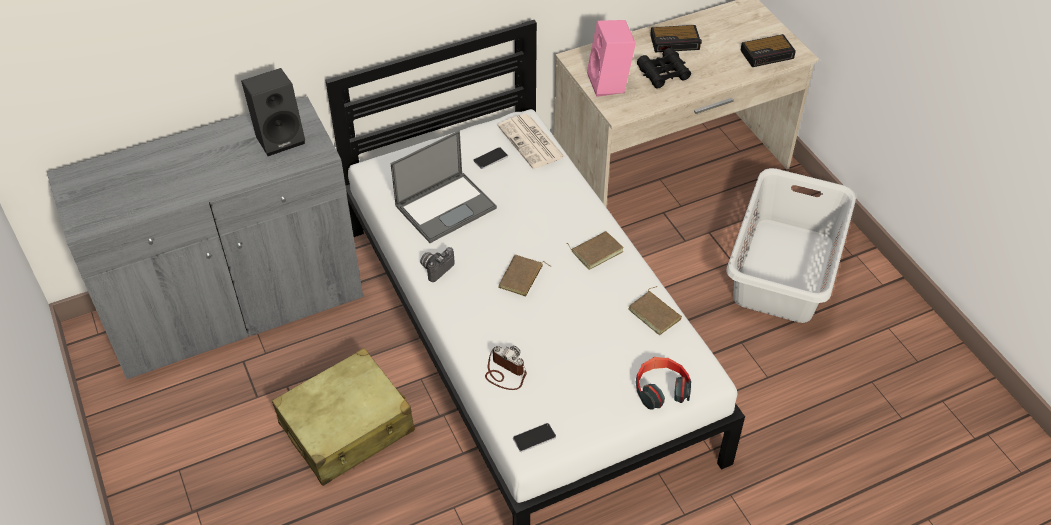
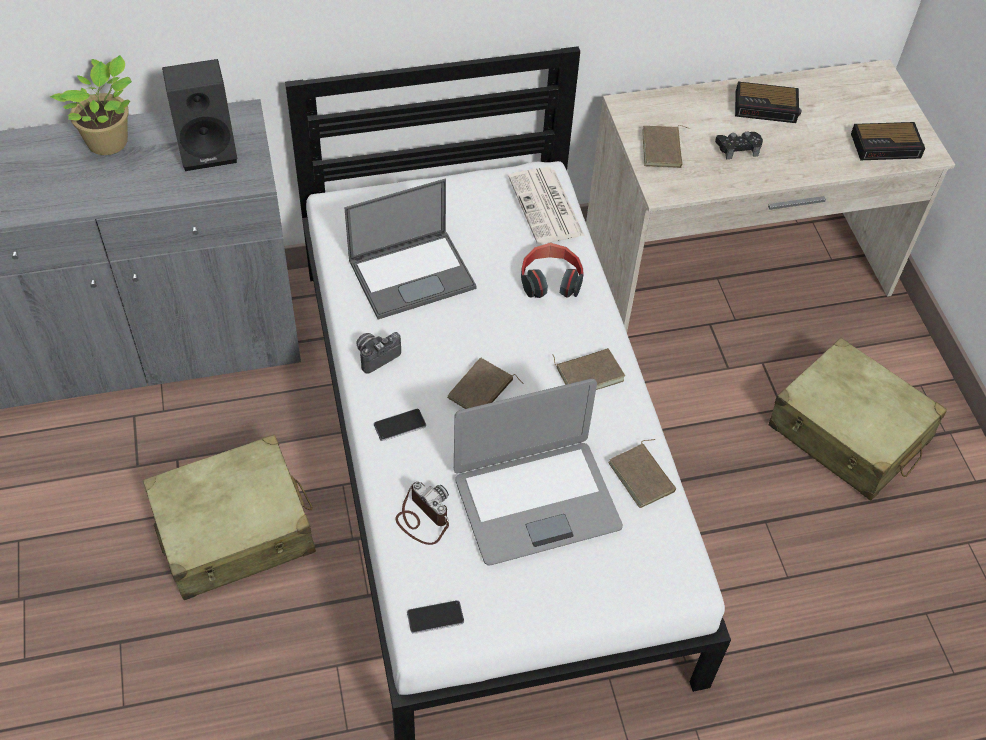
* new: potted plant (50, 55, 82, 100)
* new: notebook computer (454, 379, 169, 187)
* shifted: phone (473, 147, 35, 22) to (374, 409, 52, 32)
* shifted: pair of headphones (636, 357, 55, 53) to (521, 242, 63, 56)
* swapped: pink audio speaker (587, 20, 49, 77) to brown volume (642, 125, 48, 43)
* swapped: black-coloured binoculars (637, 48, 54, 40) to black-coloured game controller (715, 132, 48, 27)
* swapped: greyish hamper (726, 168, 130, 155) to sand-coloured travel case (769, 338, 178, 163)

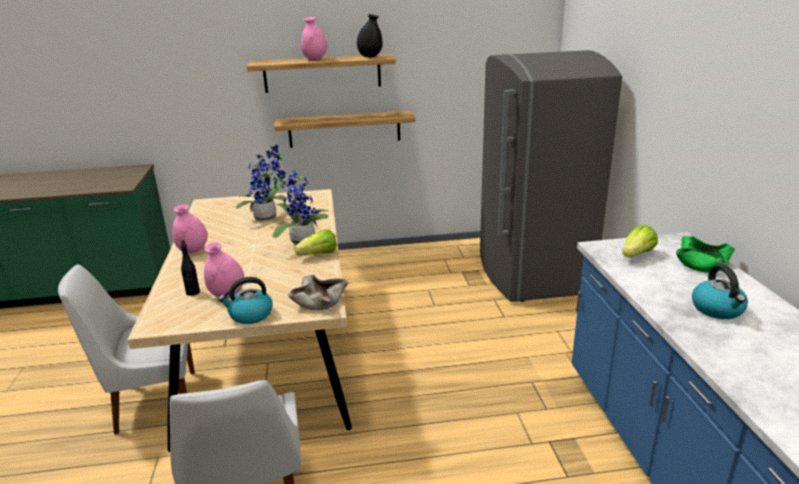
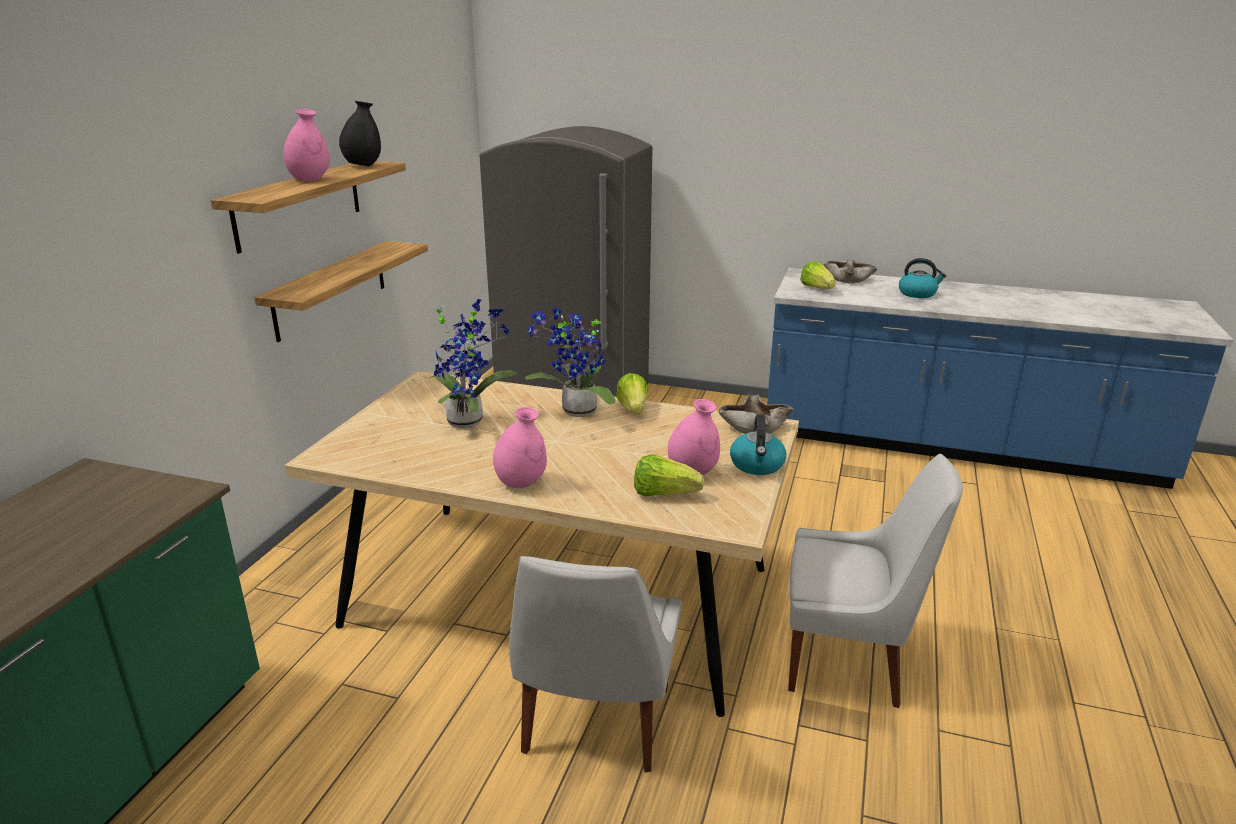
* swapped: black-coloured beverage bottle (180, 239, 20, 57) to head of lettuce (634, 454, 70, 42)
* repainted: greenish deep dish (676, 236, 59, 37) to sand-coloured deep dish (823, 259, 54, 24)

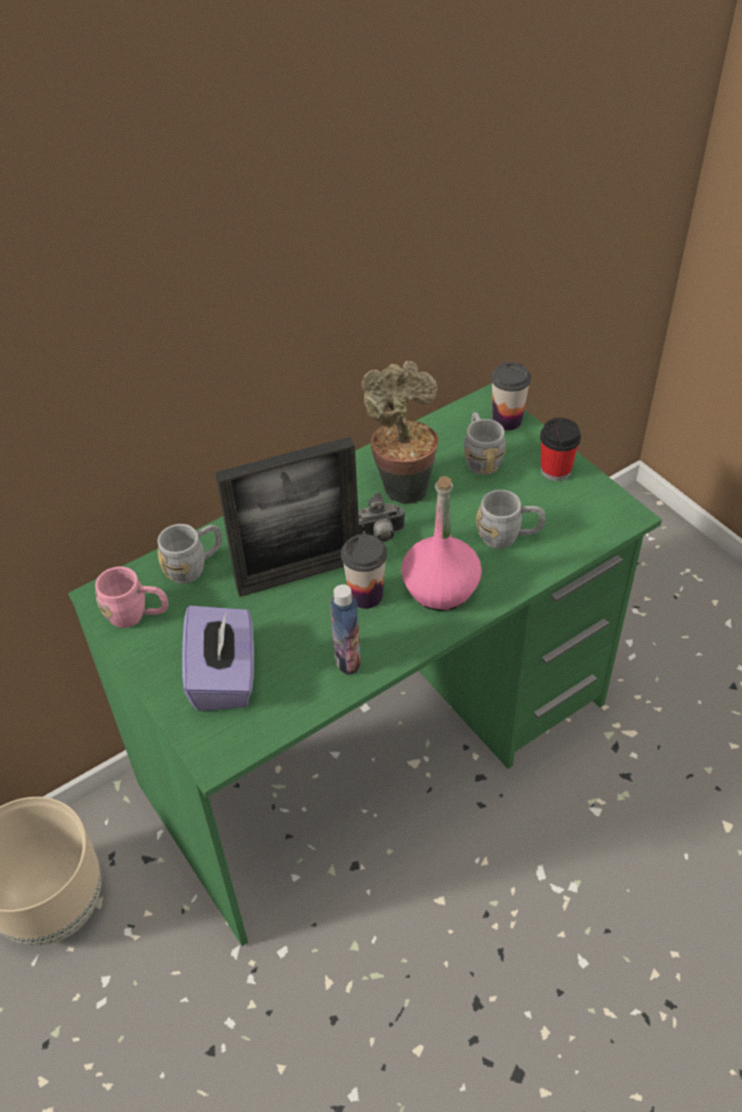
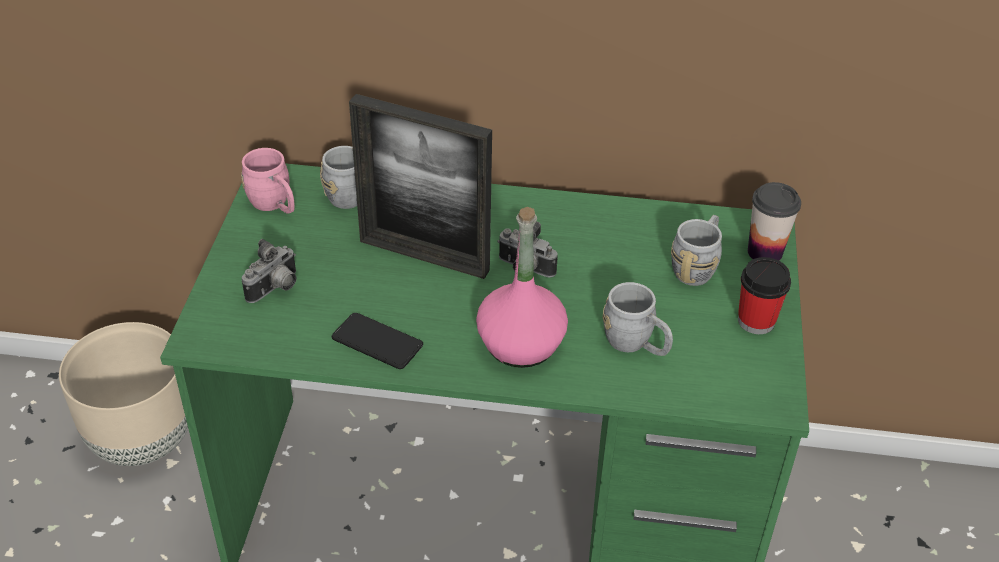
* gone: small cup (341, 534, 46, 75)
* gone: potted plant (361, 361, 77, 143)
* swapped: purplish tissue box (182, 606, 72, 105) to photo camera (242, 239, 55, 64)
* swapped: beverage bottle (330, 584, 31, 91) to phone (332, 313, 91, 56)

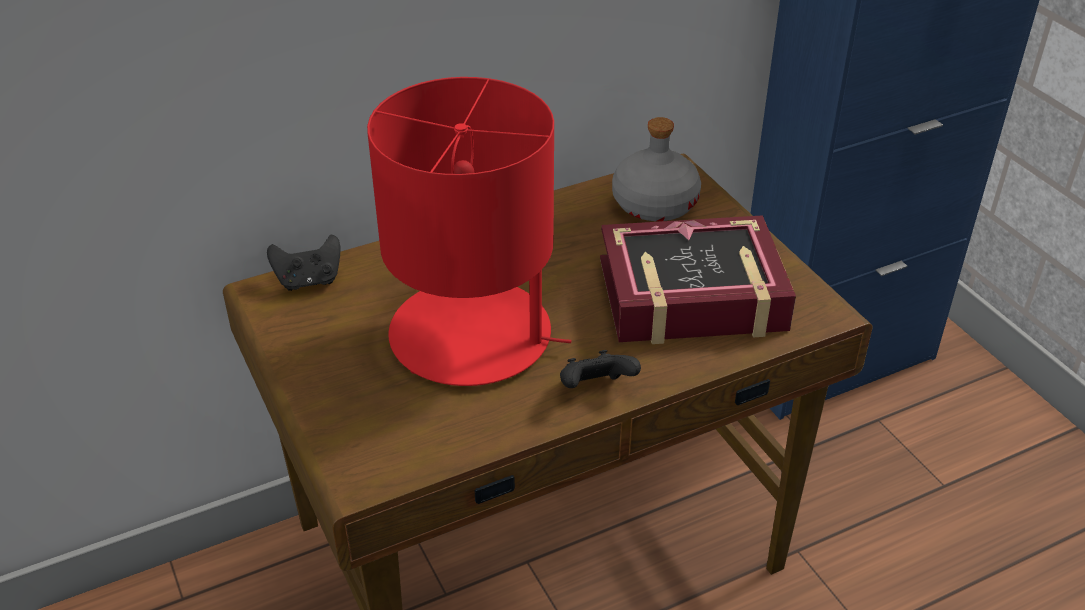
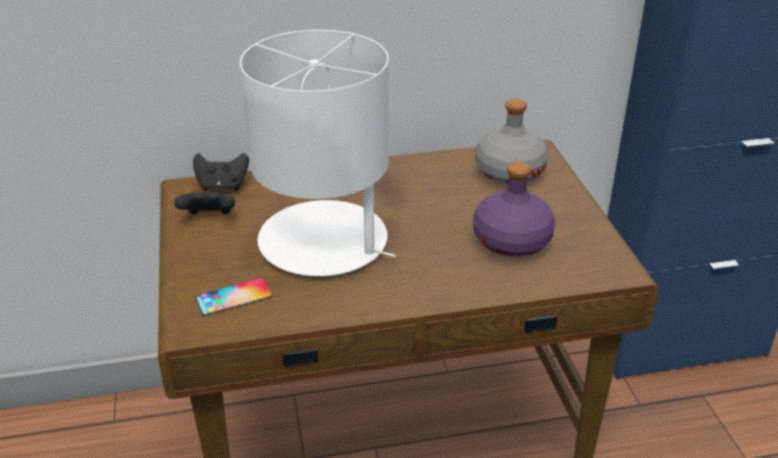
* new: phone (195, 278, 77, 38)
* shifted: black-coloured game controller (560, 350, 81, 38) to (174, 189, 61, 26)
* swapped: volume (600, 215, 196, 129) to purplish beverage bottle (473, 161, 82, 95)
* repainted: red-coloured tabletop lamp (367, 77, 204, 309) to white tabletop lamp (240, 30, 156, 246)

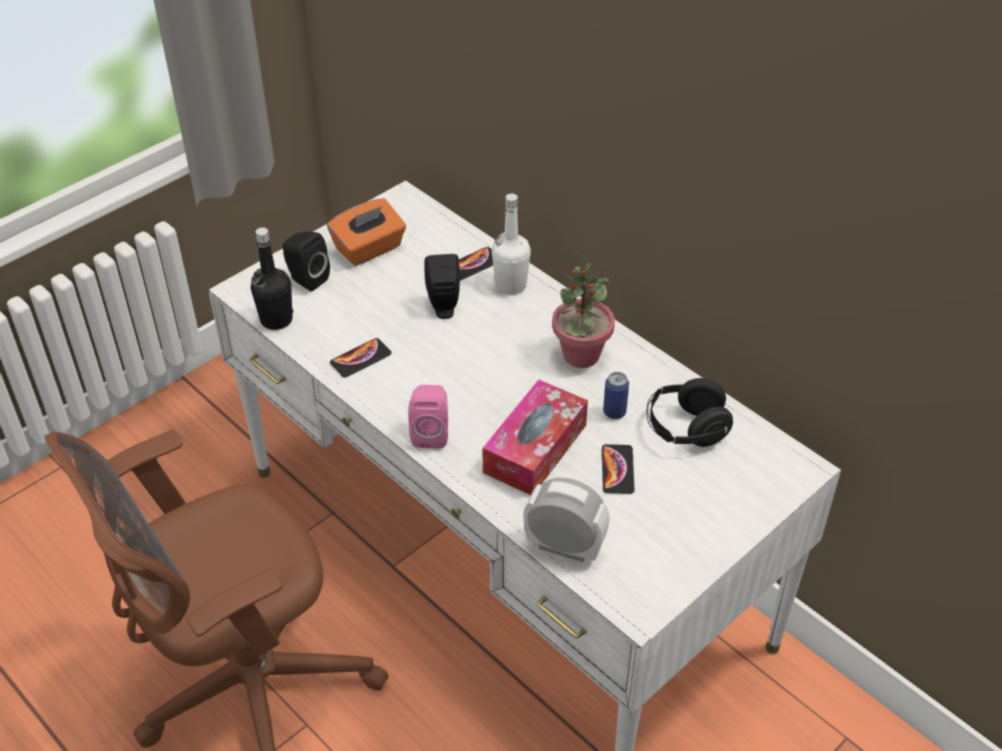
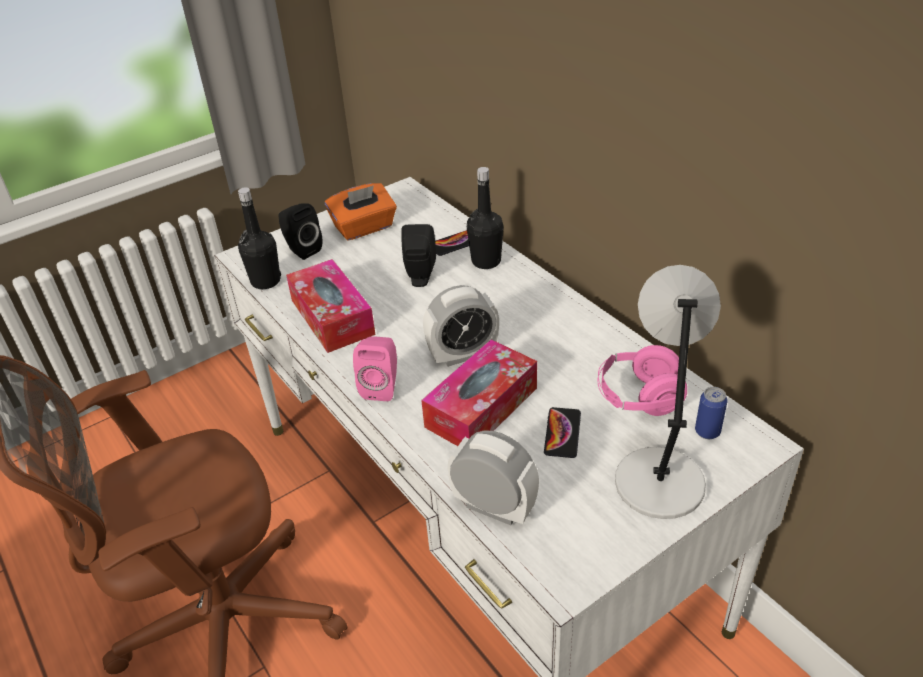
* gone: potted plant (552, 253, 63, 115)
* new: table clock (423, 285, 76, 82)
* new: greyish tabletop lamp (615, 265, 106, 254)
* shifted: sealed can (603, 372, 26, 47) to (695, 387, 33, 52)
* swapped: phone (330, 338, 62, 39) to tissue box (286, 259, 90, 94)
* repainted: white beverage bottle (492, 193, 39, 102) to black-coloured beverage bottle (467, 167, 37, 102)
* repainted: black-coloured pair of headphones (646, 378, 87, 69) to pink pair of headphones (598, 345, 89, 71)

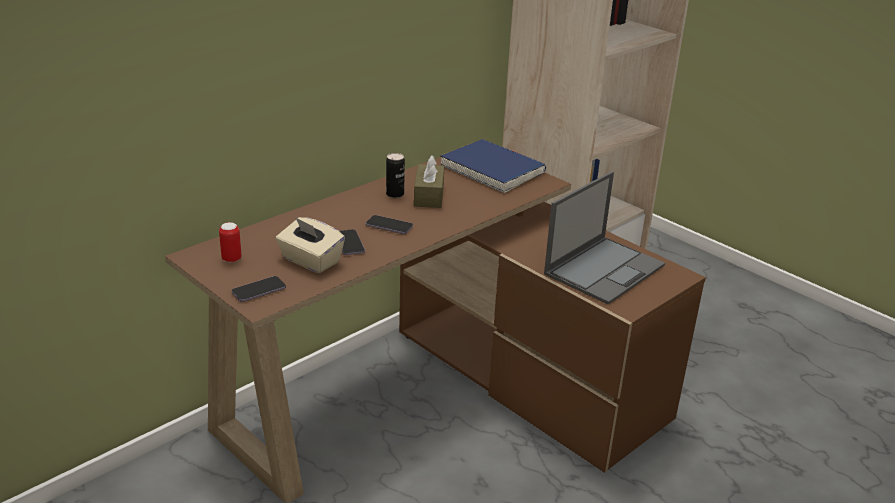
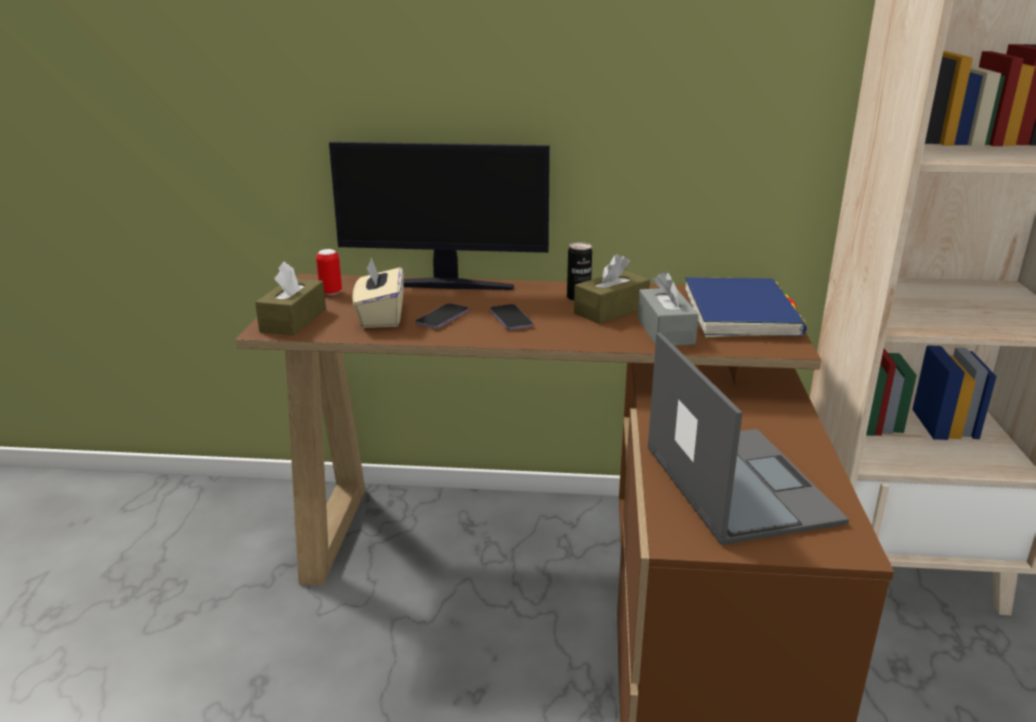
* new: monitor (329, 141, 221, 149)
* new: greyish tissue box (638, 271, 61, 75)
* swapped: phone (231, 276, 55, 26) to brown tissue box (255, 261, 71, 74)
* rotated: notebook computer (544, 171, 121, 134) = (648, 333, 201, 212) 105 degrees counterclockwise

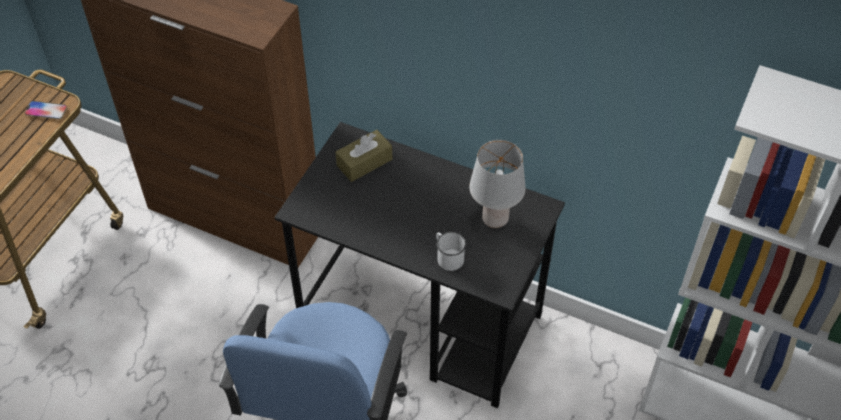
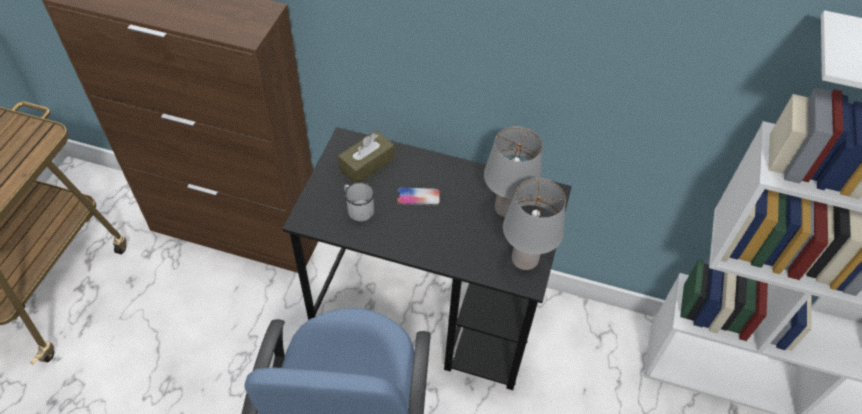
* new: greyish tabletop lamp (503, 178, 63, 92)
* shifted: phone (25, 101, 42, 18) to (397, 187, 43, 18)
* shifted: white tea mug (436, 232, 30, 39) to (344, 182, 30, 39)

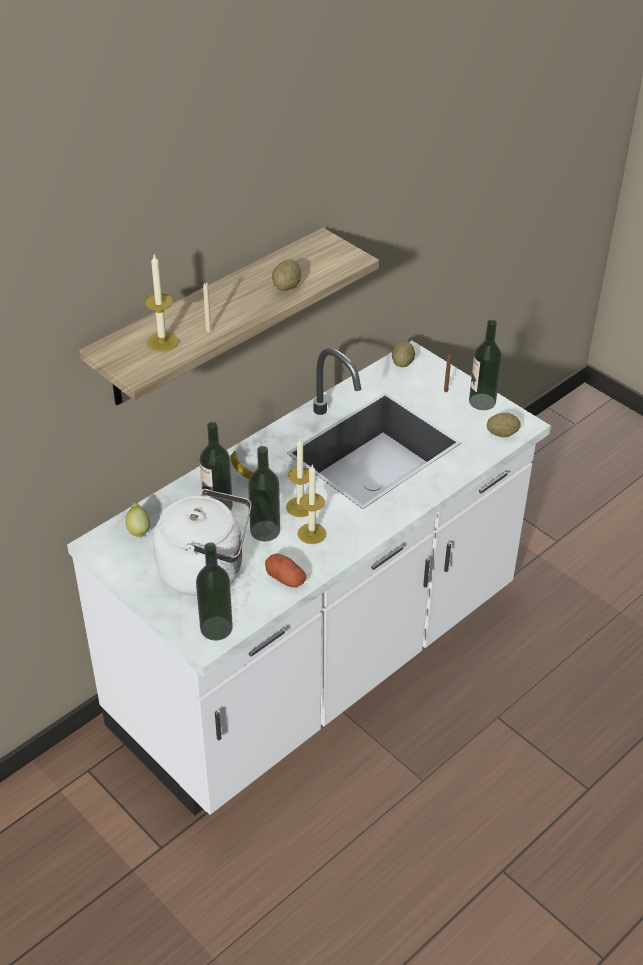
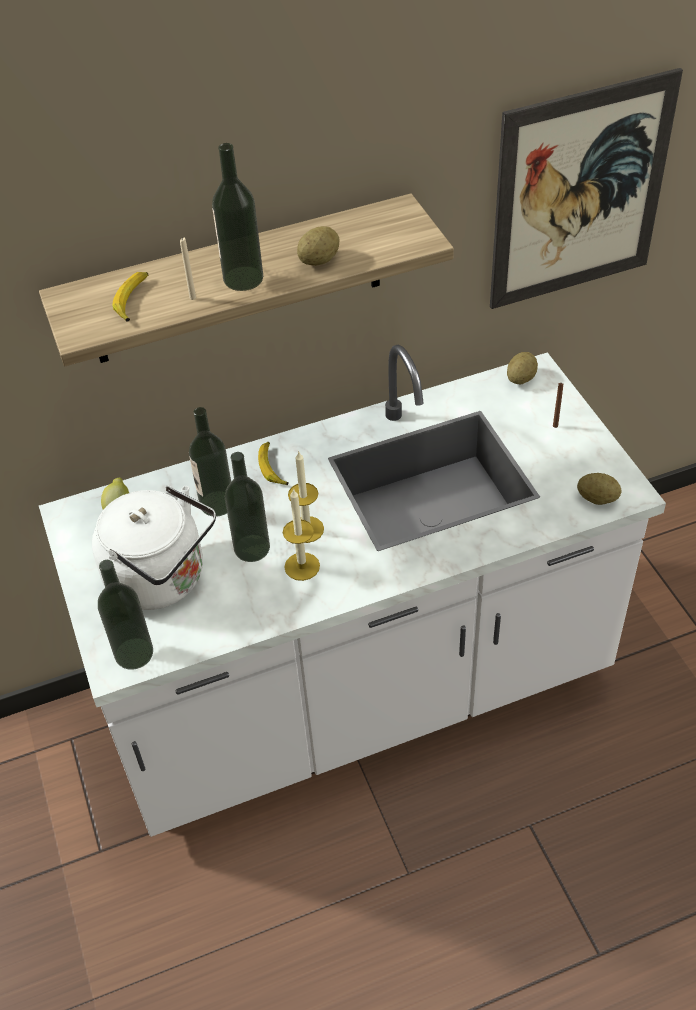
* gone: spud (265, 554, 41, 33)
* new: wall art (490, 68, 193, 241)
* shifted: beverage bottle (469, 320, 33, 90) to (212, 143, 51, 148)
* swapped: wax candle (145, 255, 34, 97) to banana fruit (113, 272, 35, 50)

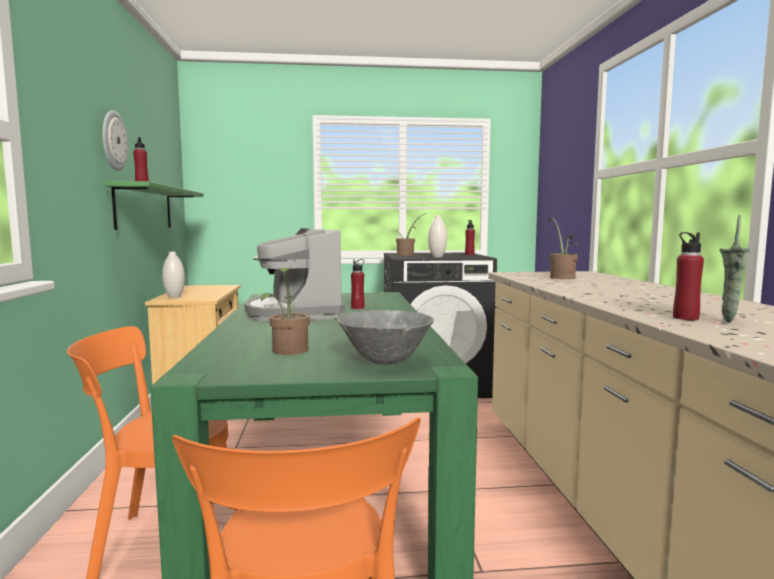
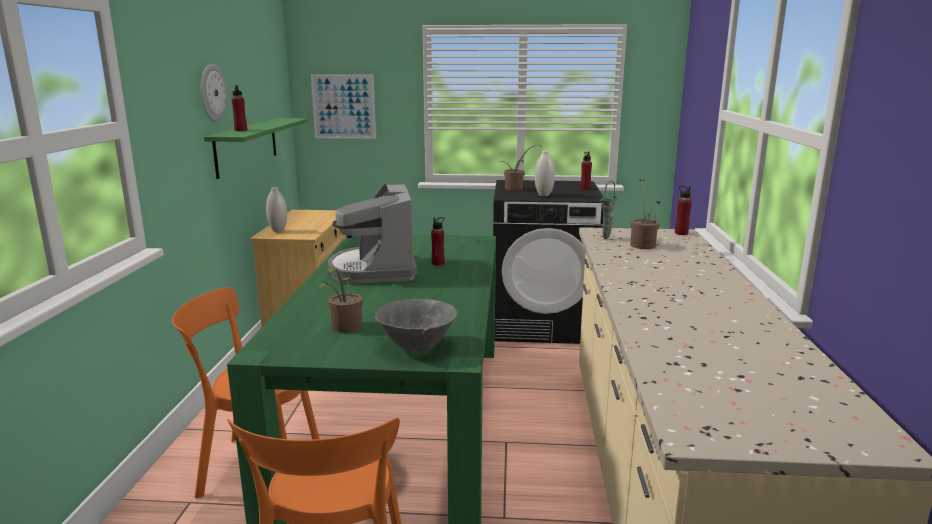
* new: wall art (311, 74, 65, 65)
* shifted: red-coloured beverage bottle (673, 232, 31, 88) to (675, 186, 17, 49)
* shifted: greenish flower vase (719, 214, 31, 109) to (600, 180, 17, 59)

